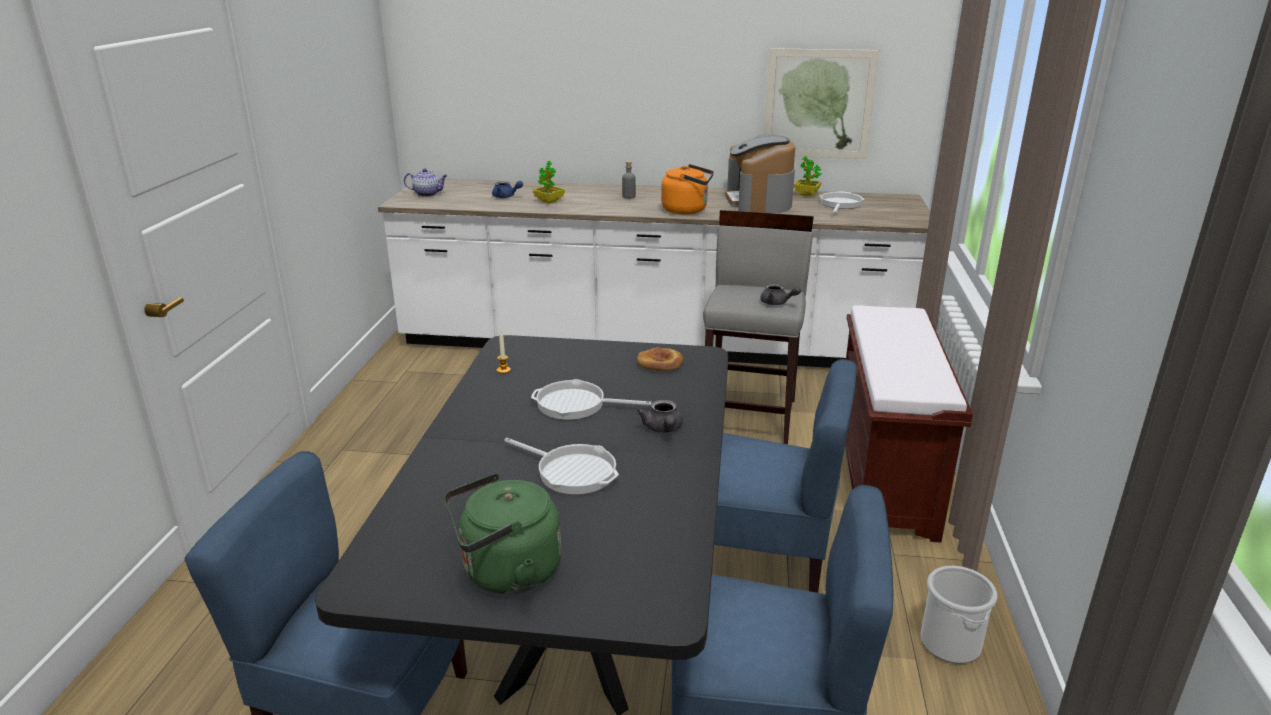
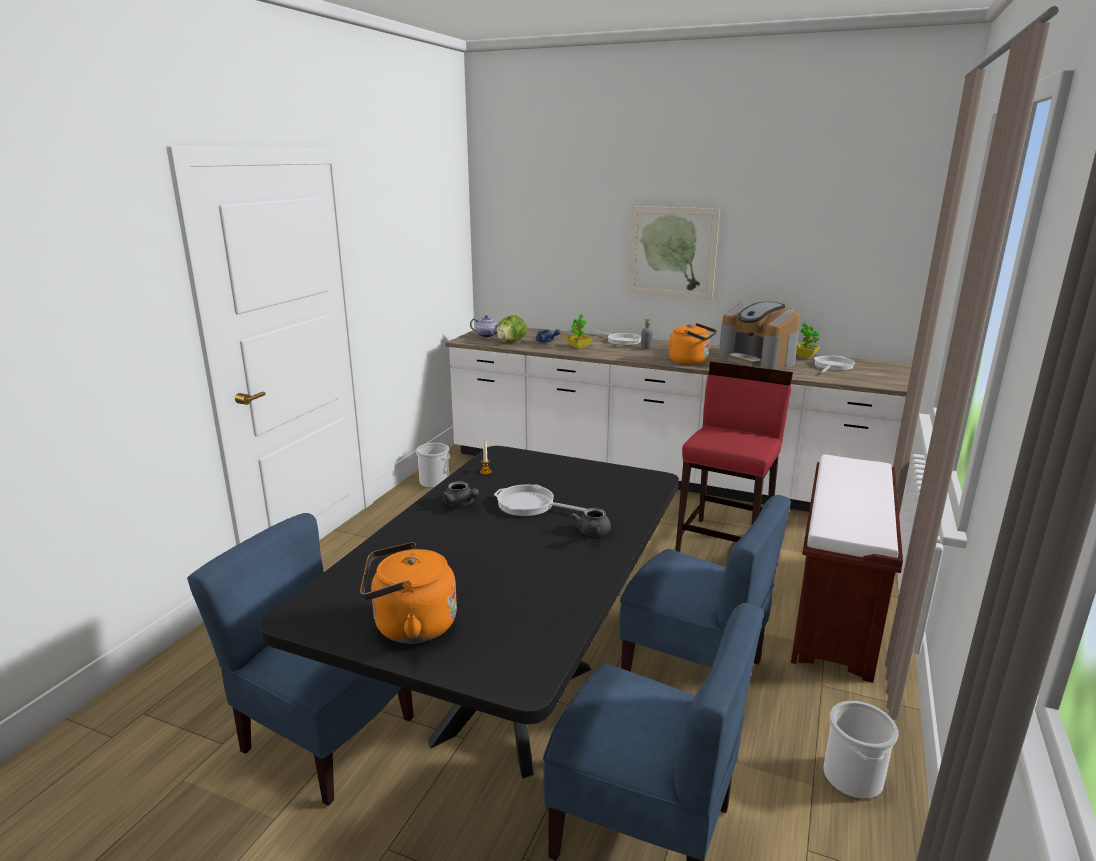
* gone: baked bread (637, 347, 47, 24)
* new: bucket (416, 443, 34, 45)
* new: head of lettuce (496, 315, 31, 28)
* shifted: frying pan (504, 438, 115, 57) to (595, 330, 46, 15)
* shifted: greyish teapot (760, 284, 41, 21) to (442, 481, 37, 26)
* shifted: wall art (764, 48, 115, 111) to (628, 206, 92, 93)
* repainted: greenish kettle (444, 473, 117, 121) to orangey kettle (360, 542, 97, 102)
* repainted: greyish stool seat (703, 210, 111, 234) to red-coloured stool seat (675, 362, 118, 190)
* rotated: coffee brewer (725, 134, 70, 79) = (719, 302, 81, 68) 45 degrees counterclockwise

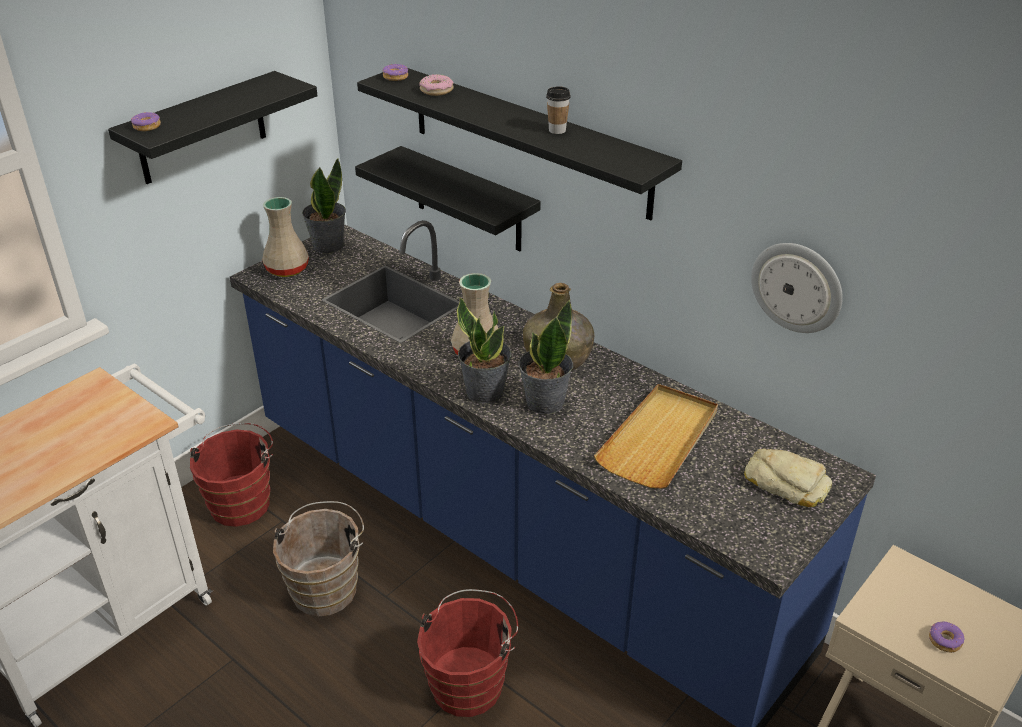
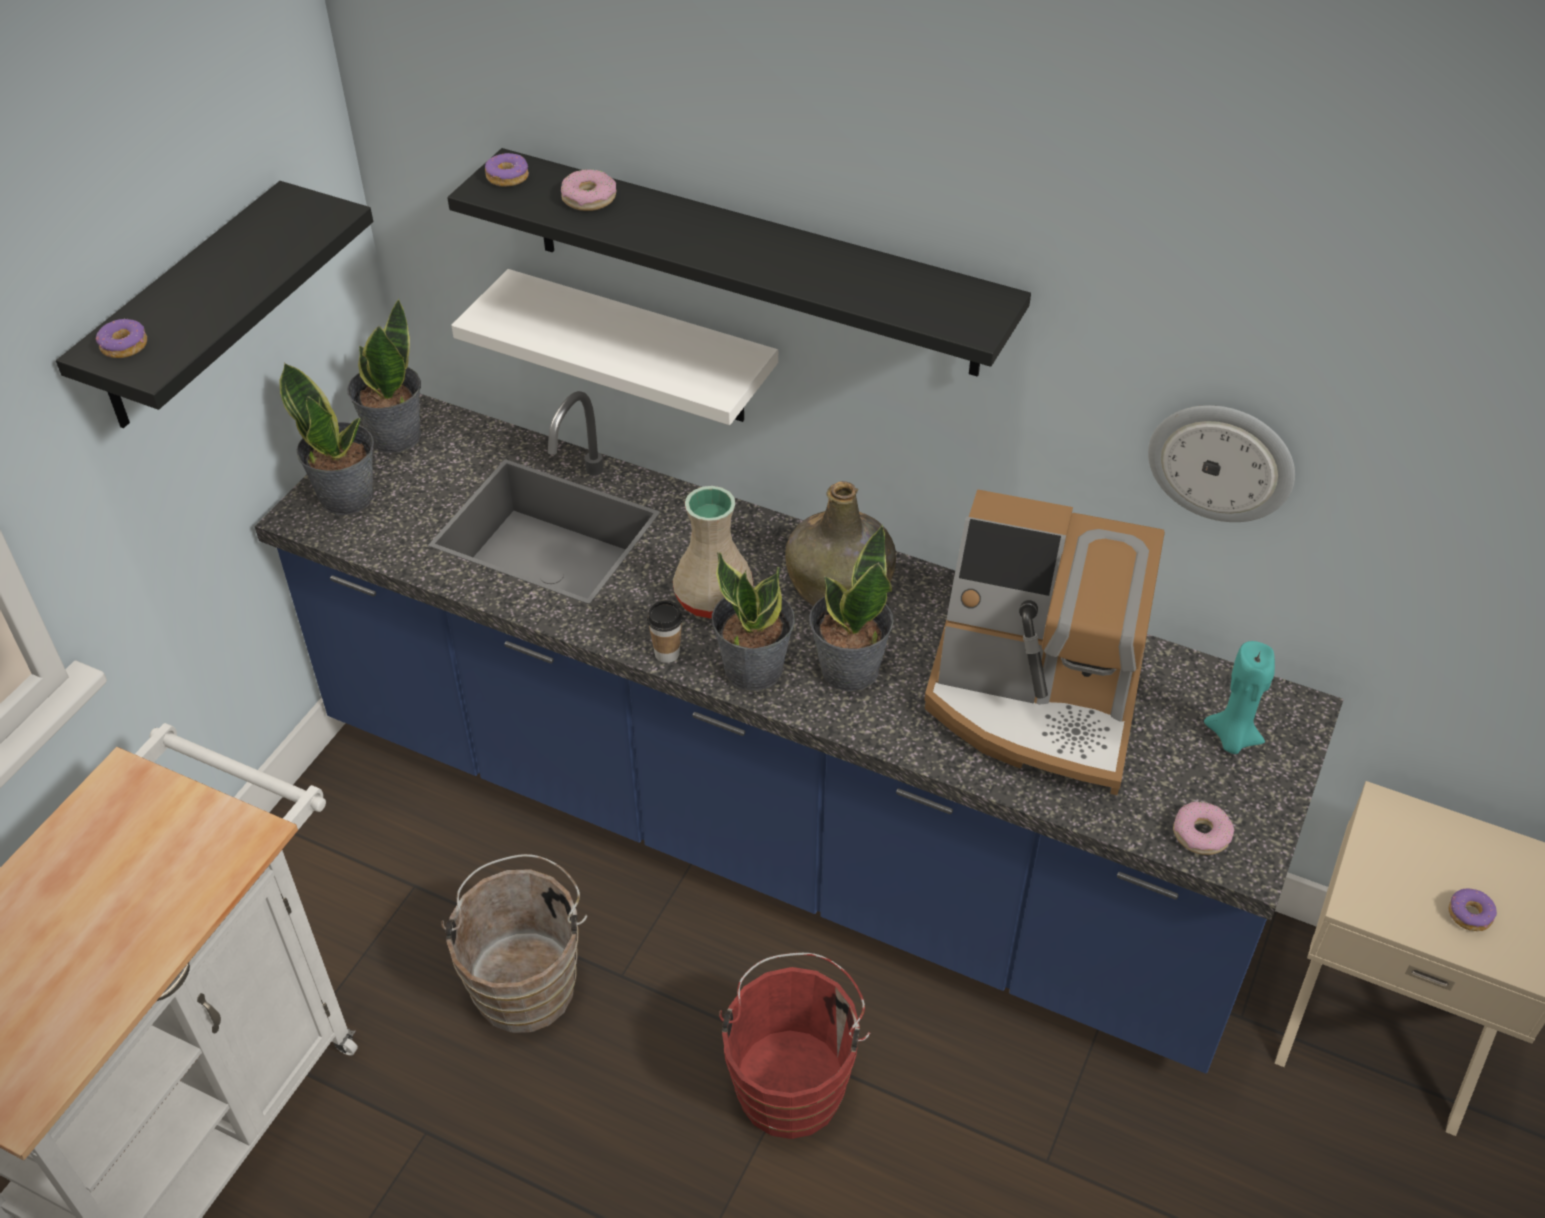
* gone: red-coloured bucket (190, 423, 83, 104)
* new: doughnut (1173, 802, 61, 53)
* shifted: small cup (546, 86, 25, 48) to (647, 600, 36, 63)
* swapped: sand-coloured flower vase (262, 197, 47, 80) to potted plant (279, 362, 95, 153)
* swapped: sand-coloured tray (594, 384, 124, 104) to coffee brewer (925, 489, 240, 306)
* swapped: baked bread (744, 448, 88, 59) to blue-green wax candle (1204, 641, 71, 113)
* repainted: black-coloured wall shelf (355, 146, 186, 105) to white wall shelf (451, 269, 327, 156)

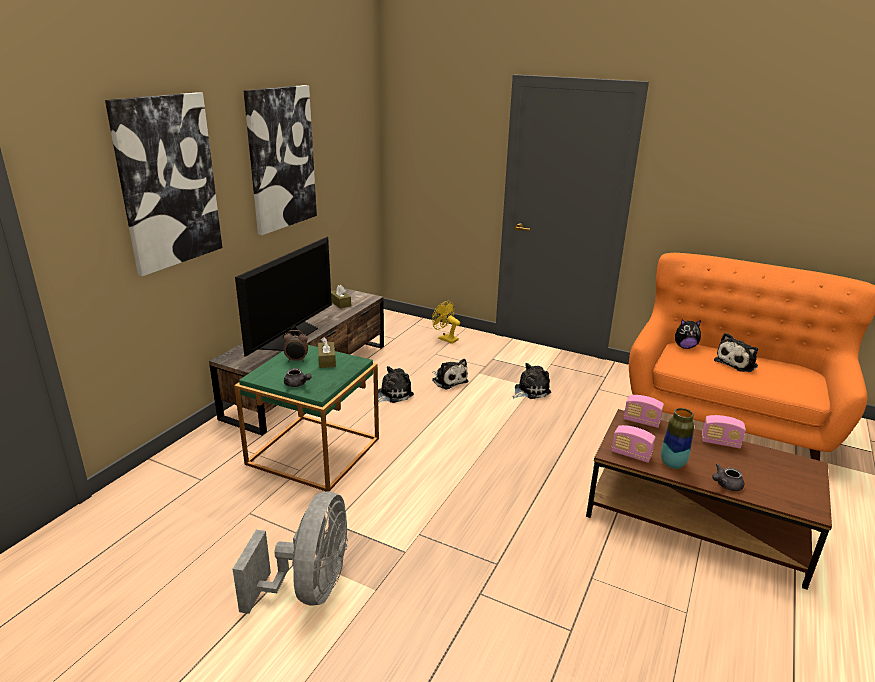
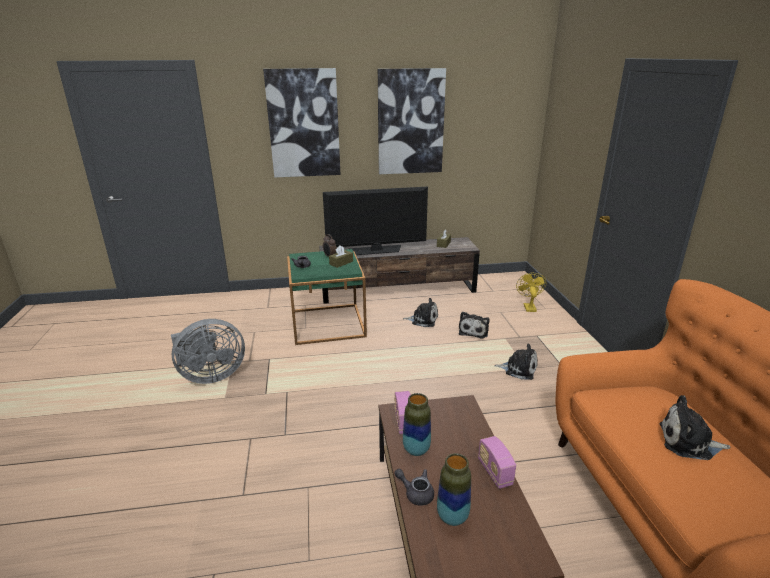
* gone: radio (623, 395, 41, 33)
* gone: soft toy (675, 319, 26, 30)
* new: flower vase (437, 453, 34, 73)

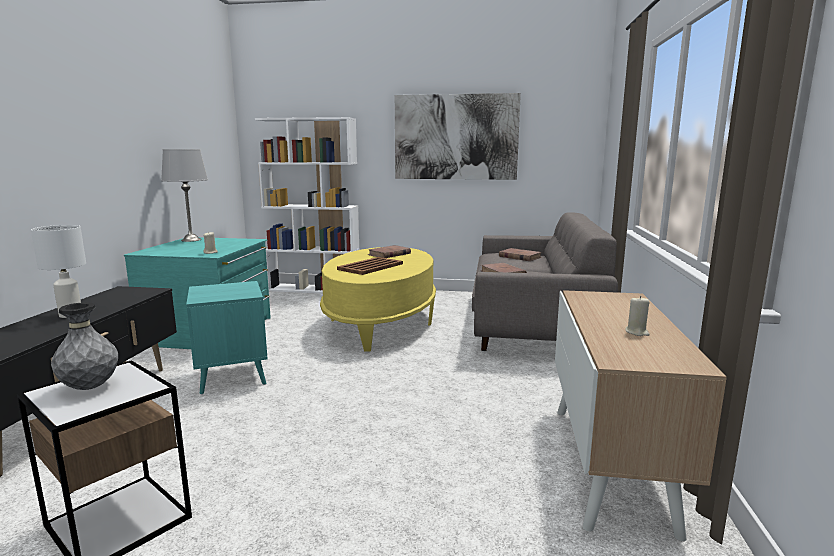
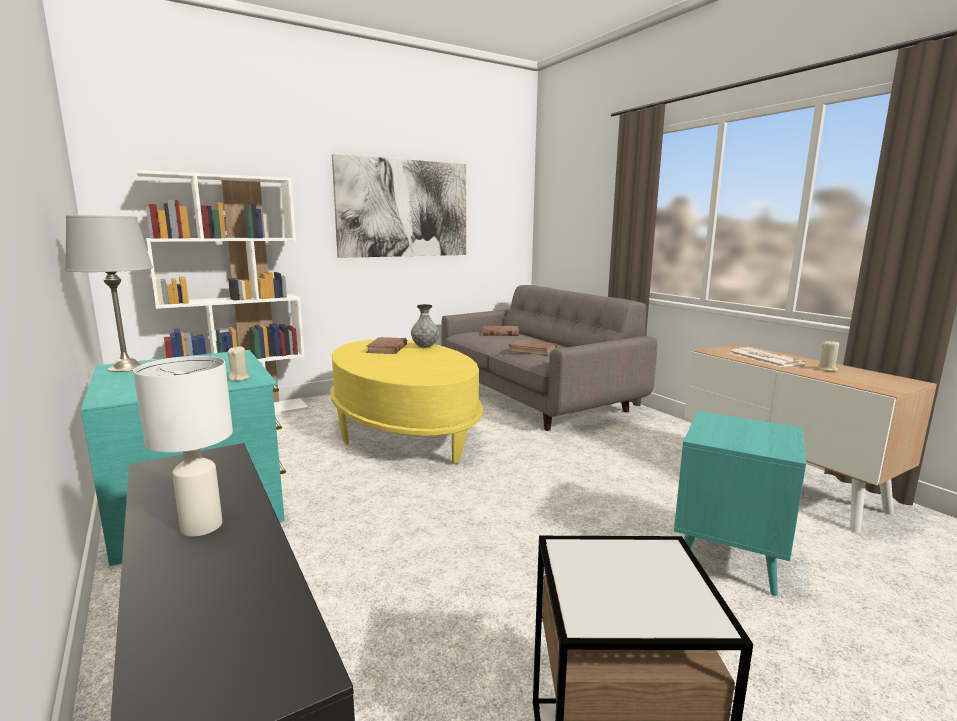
* gone: brown tray (337, 257, 66, 18)
* new: daily paper (729, 347, 77, 20)
* shifted: greyish flower vase (51, 302, 67, 88) to (411, 304, 28, 44)
* shifted: blue-green accent table (186, 281, 82, 114) to (674, 411, 132, 186)

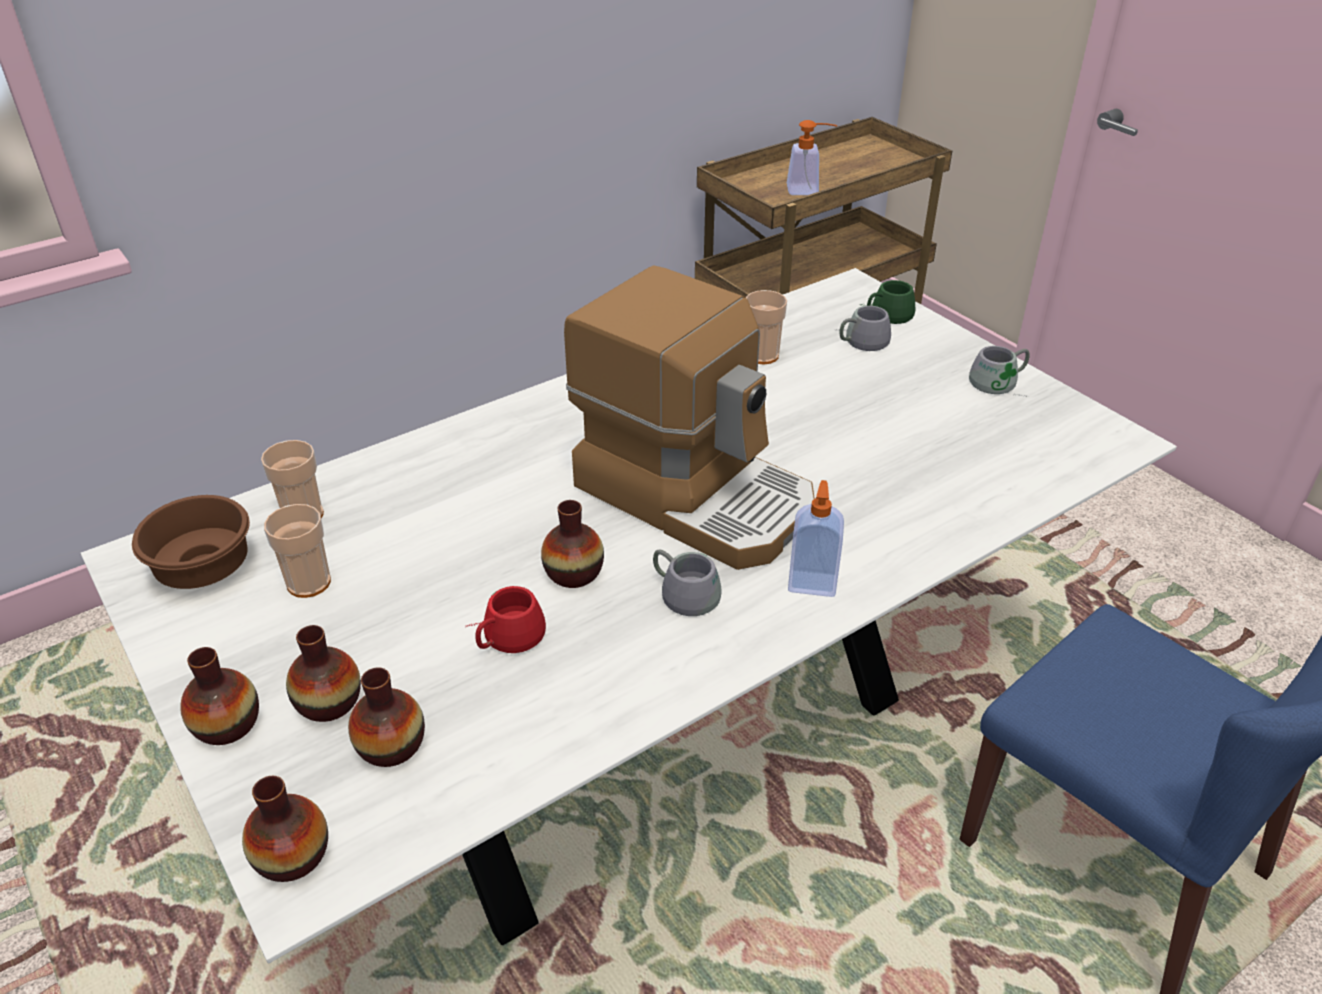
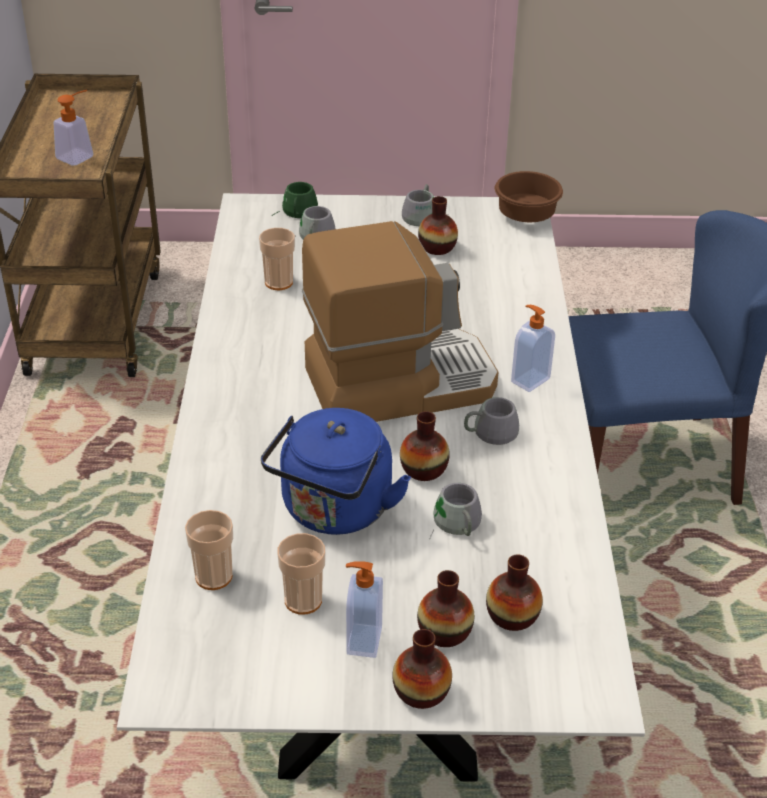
* new: bluish kettle (261, 408, 150, 127)
* new: soap dispenser (346, 561, 37, 97)
* shifted: brown deep dish (132, 495, 118, 94) to (494, 171, 69, 51)
* shifted: flower vase (242, 776, 86, 106) to (418, 196, 40, 59)
* repainted: red-coloured tea mug (465, 586, 81, 67) to greyish tea mug (429, 483, 53, 57)

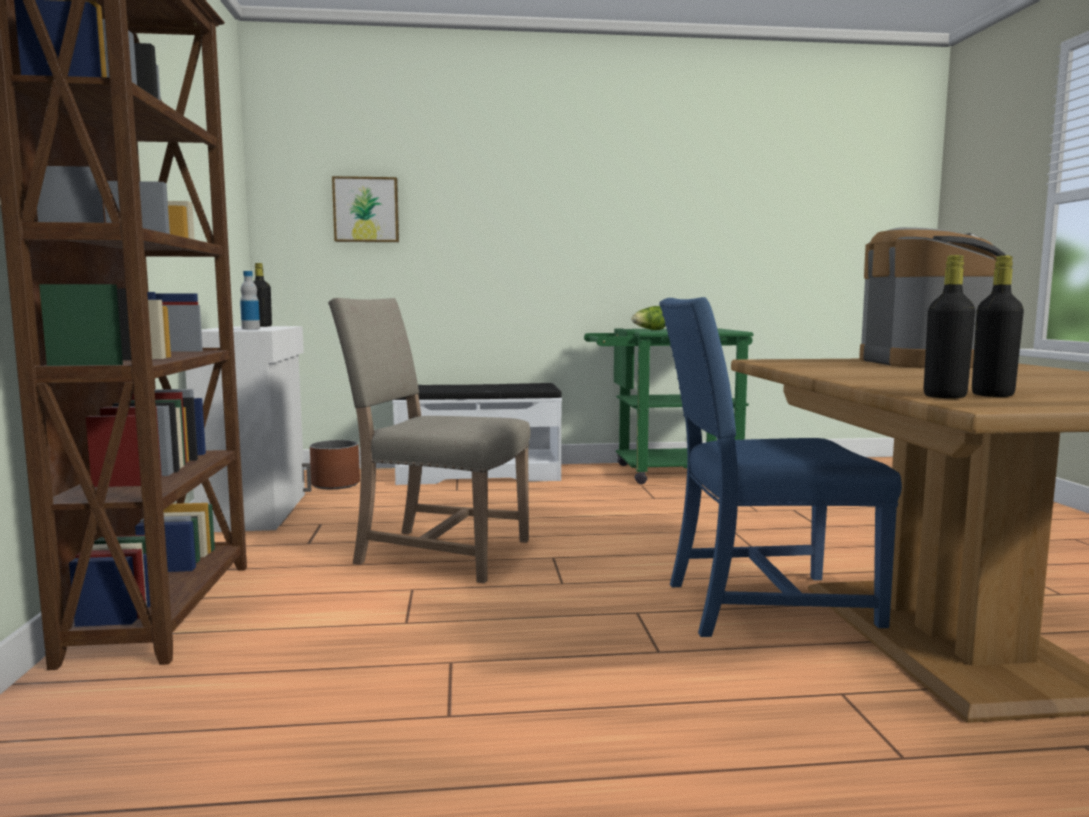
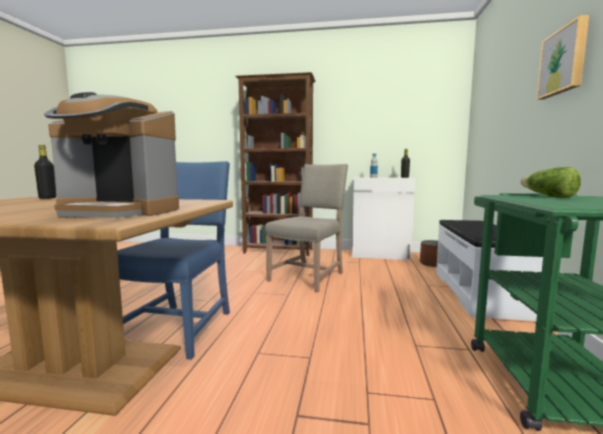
* gone: black-coloured beverage bottle (972, 256, 52, 141)
* shifted: wall art (332, 176, 67, 66) to (536, 15, 53, 85)

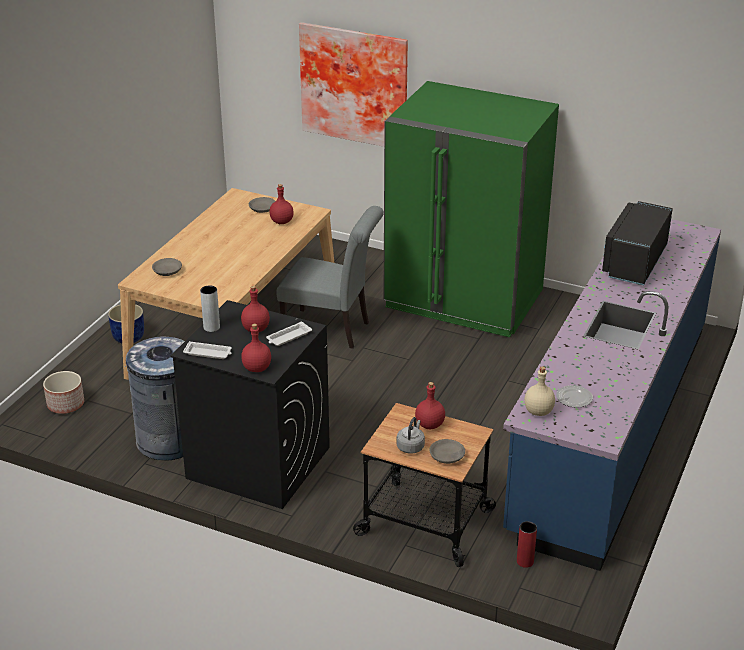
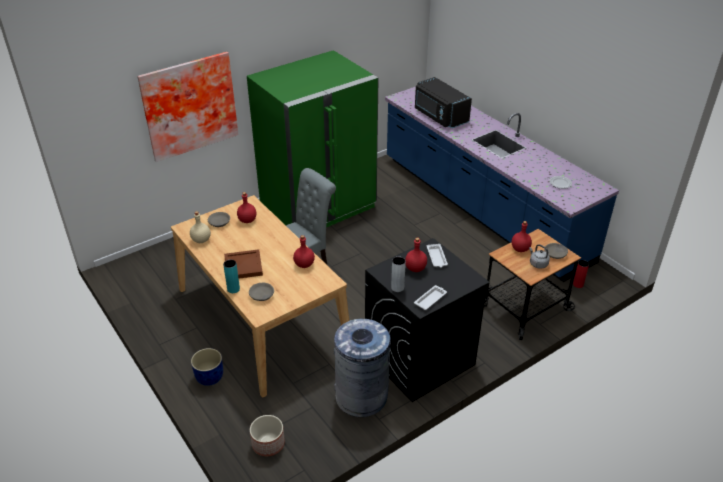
* new: blue-green flower vase (223, 260, 17, 33)
* new: brown tray (224, 249, 39, 30)
* shifted: red-coloured beverage bottle (241, 324, 30, 48) to (293, 235, 22, 33)
* shifted: sand-coloured beverage bottle (524, 366, 31, 50) to (190, 211, 21, 32)

